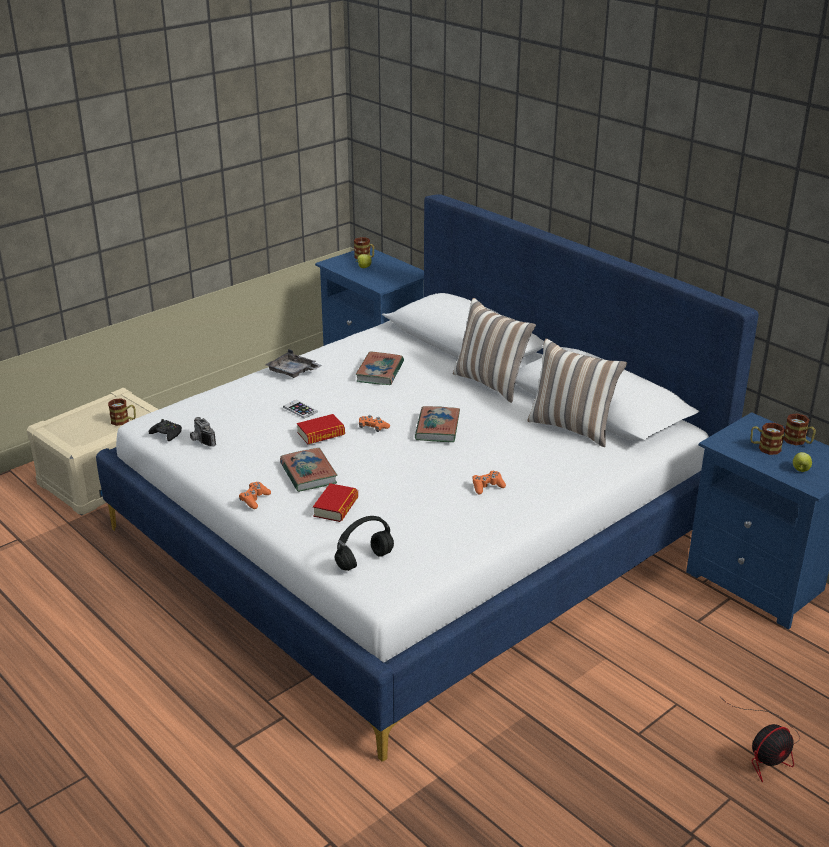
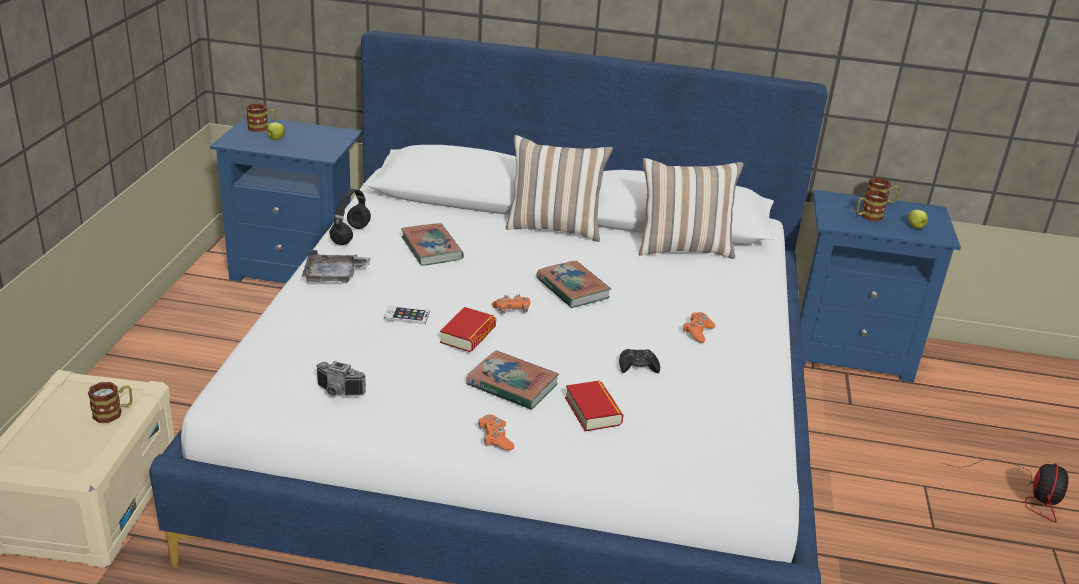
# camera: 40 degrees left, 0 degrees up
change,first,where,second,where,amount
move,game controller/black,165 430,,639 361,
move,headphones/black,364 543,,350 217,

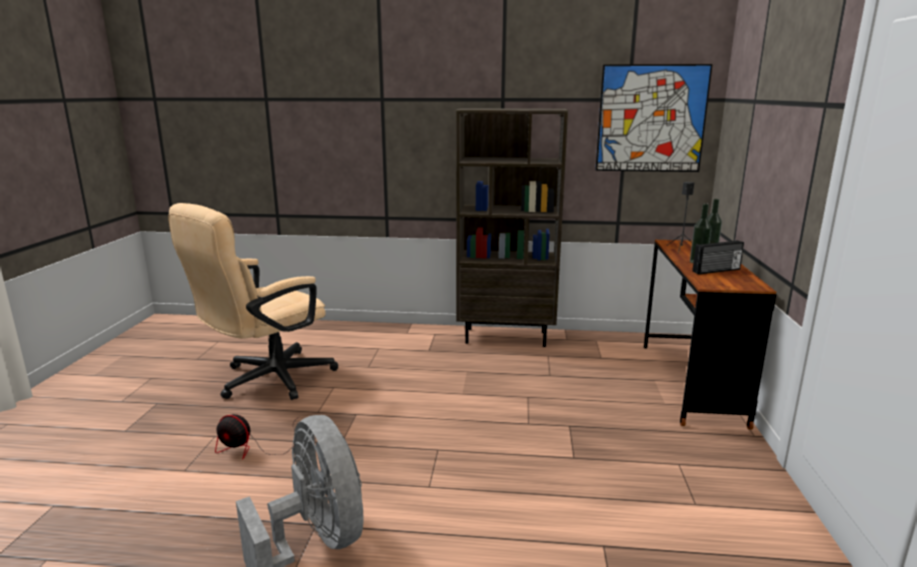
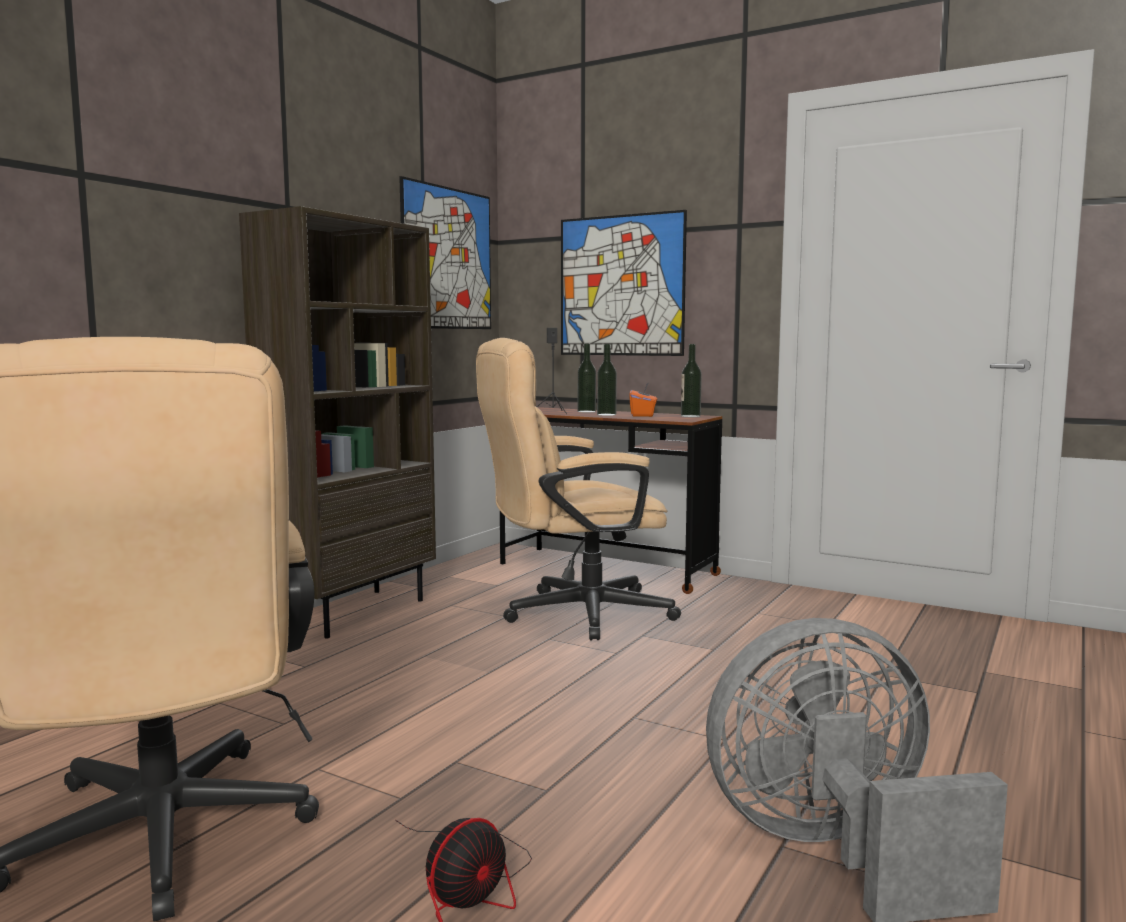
# camera: 65 degrees left, 10 degrees down
change,first,where,second,where,amount
insert,,,office chair/beige,578 489,
insert,,,picture,624 283,
insert,,,bottle,691 380,
replace,radio,718 257,tissue box/orange,643 400,

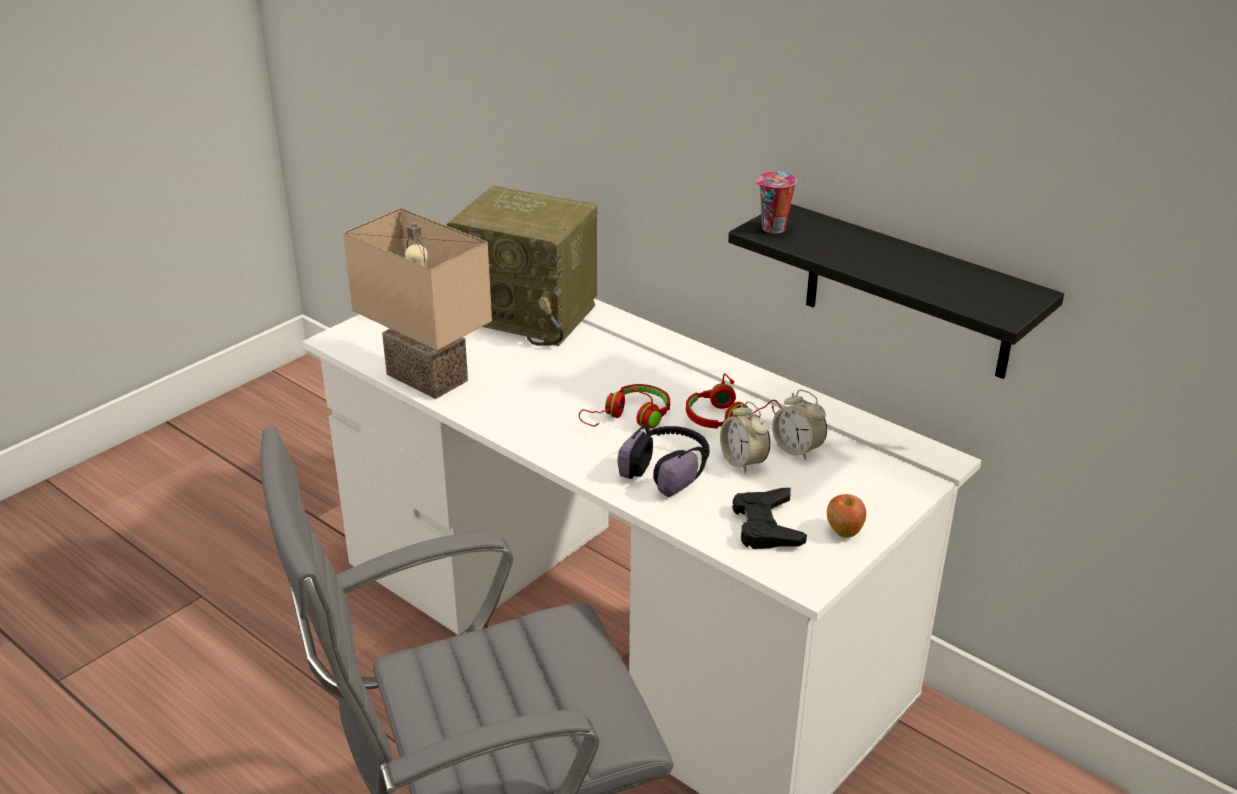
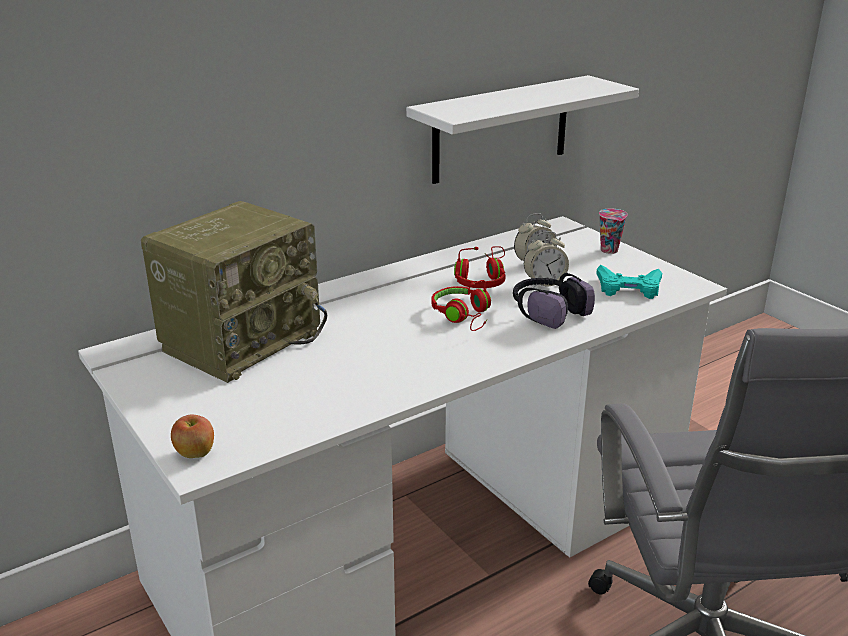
# camera: 75 degrees left, 5 degrees down
change,first,where,second,where,amount
delete,table lamp/beige,417 303,,,
move,cup,776 202,,613 231,
move,apple,846 516,,192 436,
recolor,shelf/black,896 291,shelf/white,522 129,
recolor,game controller/black,769 518,game controller/turquoise,629 282,

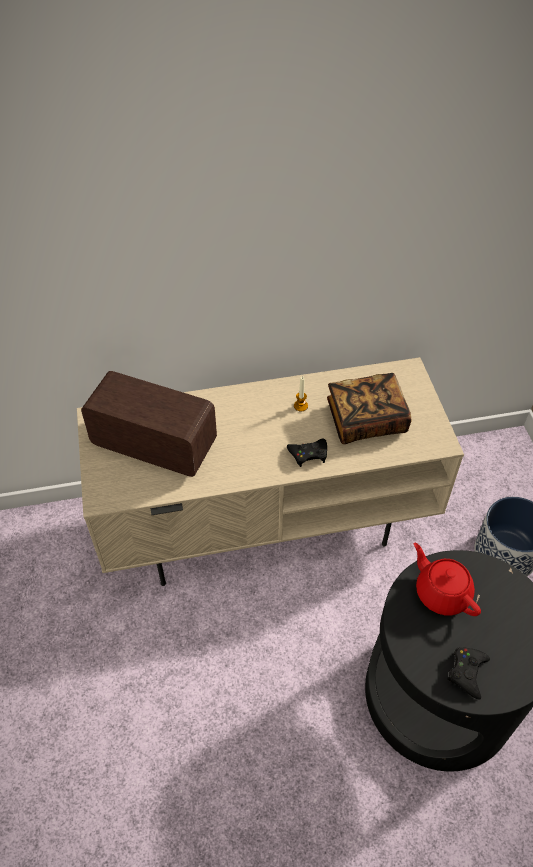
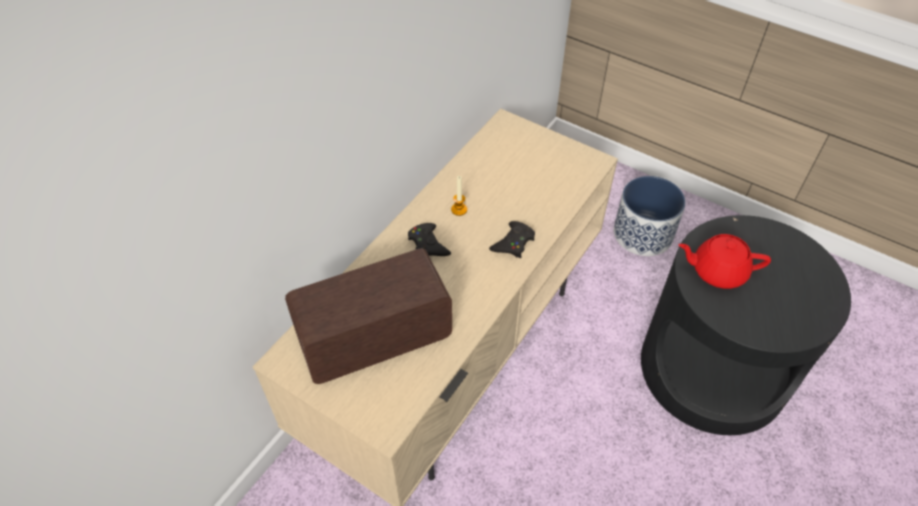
# camera: 45 degrees left, 0 degrees up
change,first,where,second,where,amount
delete,book,369 408,,,
move,game controller/black,468 673,,429 239,

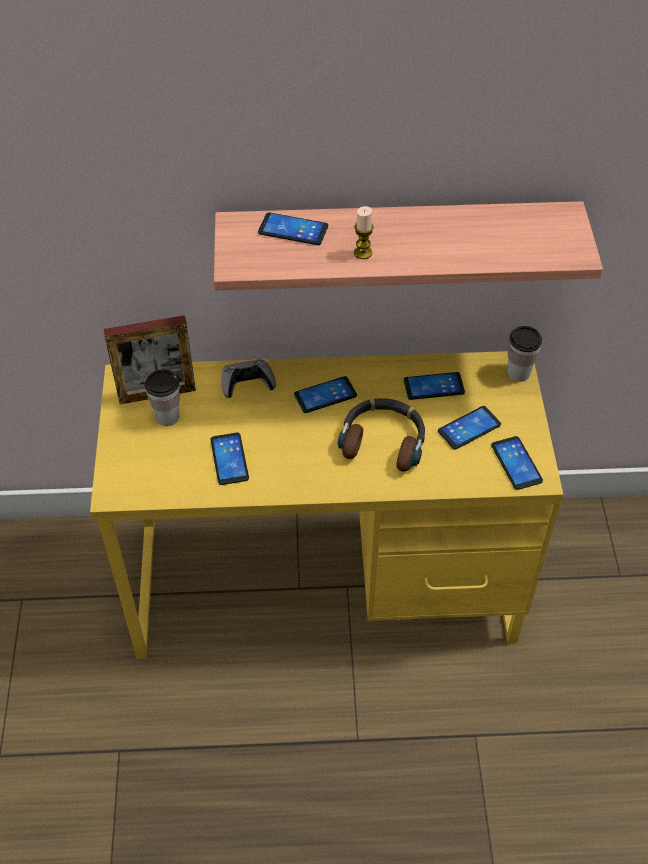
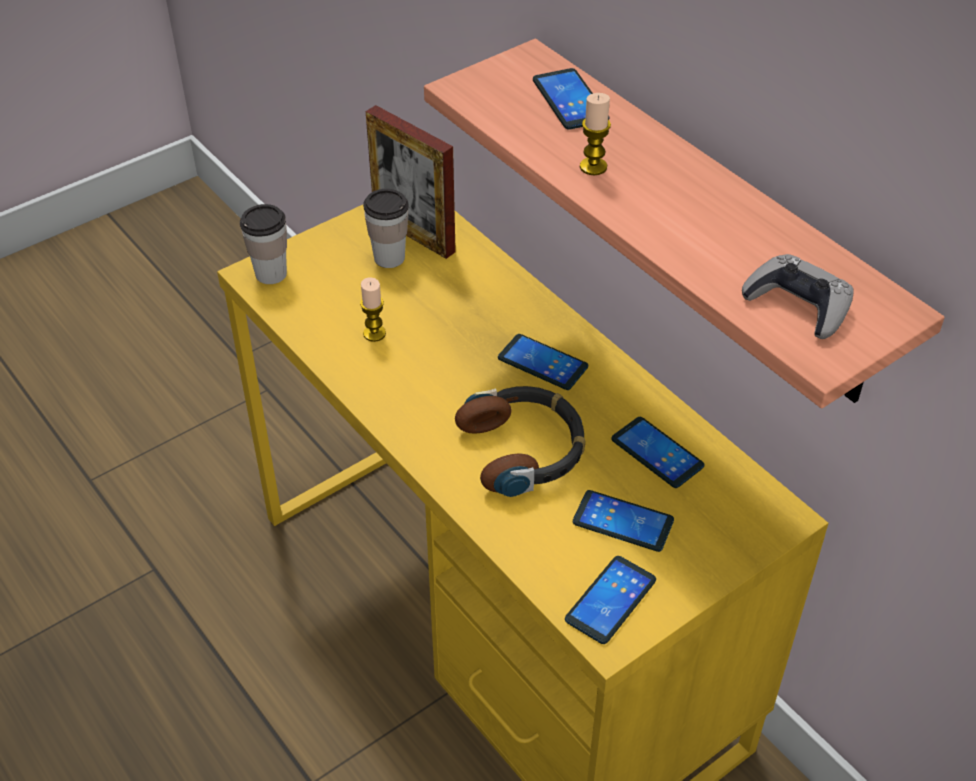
# camera: 55 degrees right, 5 degrees down
change,first,where,second,where,amount
move,game controller/grey,248 378,,797 296,
move,cup,524 354,,263 244,
replace,phone,229 459,candle,373 309,

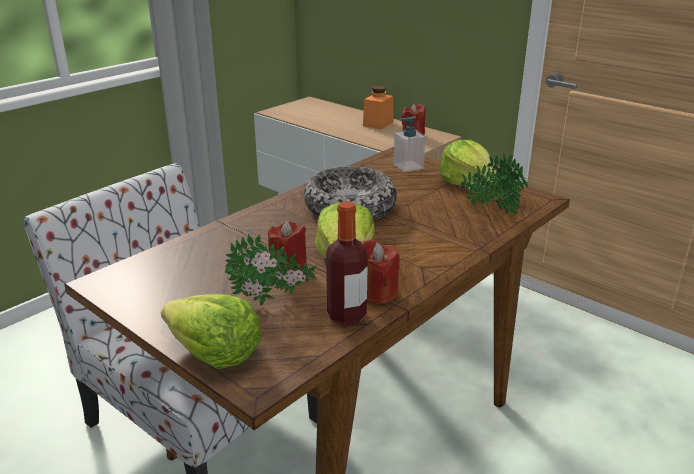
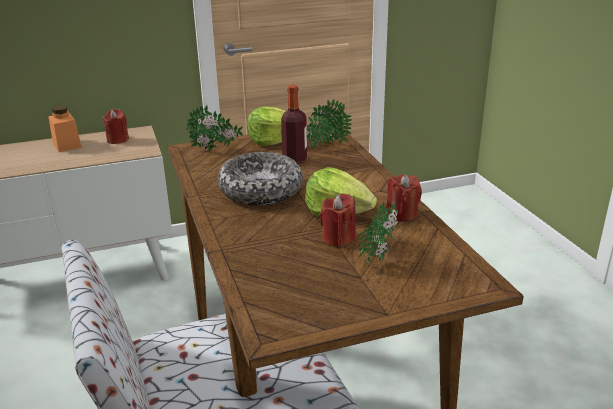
# camera: 60 degrees left, 0 degrees up
change,first,where,second,where,amount
delete,lettuce,211 331,,,
move,bottle,347 263,,294 124,
replace,soap dispenser,409 144,potted plant,215 128,

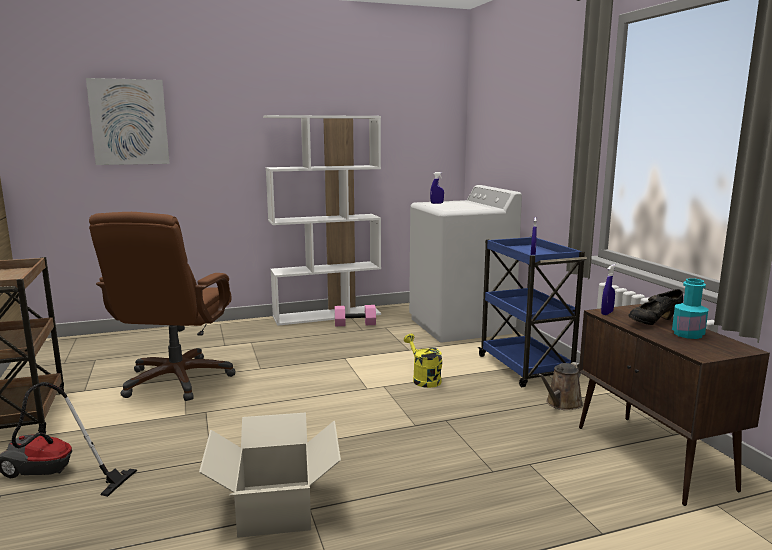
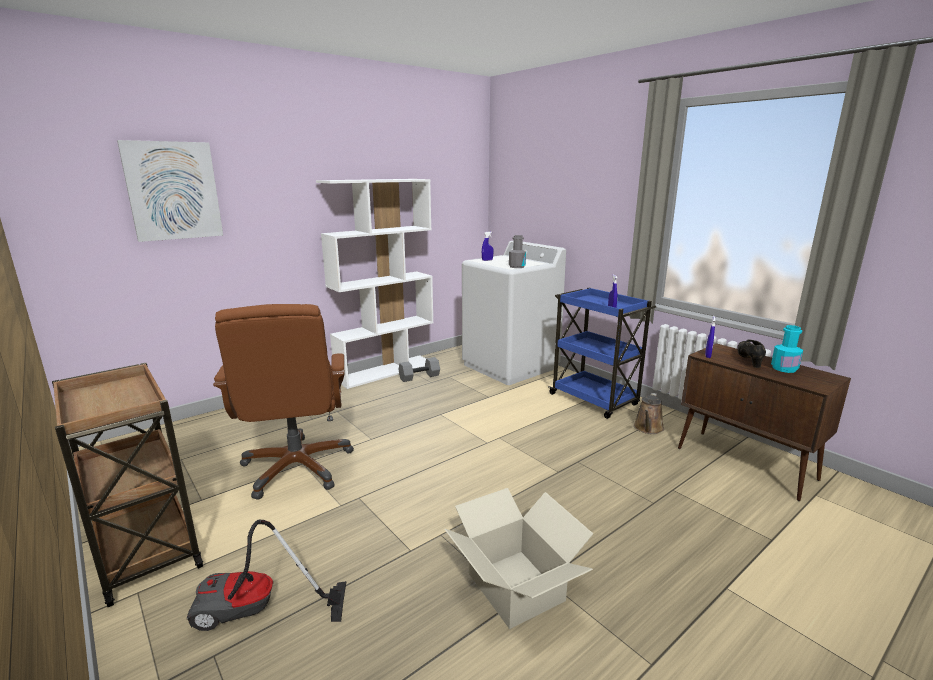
# camera: 20 degrees left, 5 degrees up
change,first,where,second,where,amount
delete,watering can/yellow,423 361,,,
insert,,,bottle/grey,517 251,
recolor,dumbbell/pink,355 315,dumbbell/grey,419 369,
rotate,shoe/black,655 307,,752 353,150 degrees clockwise

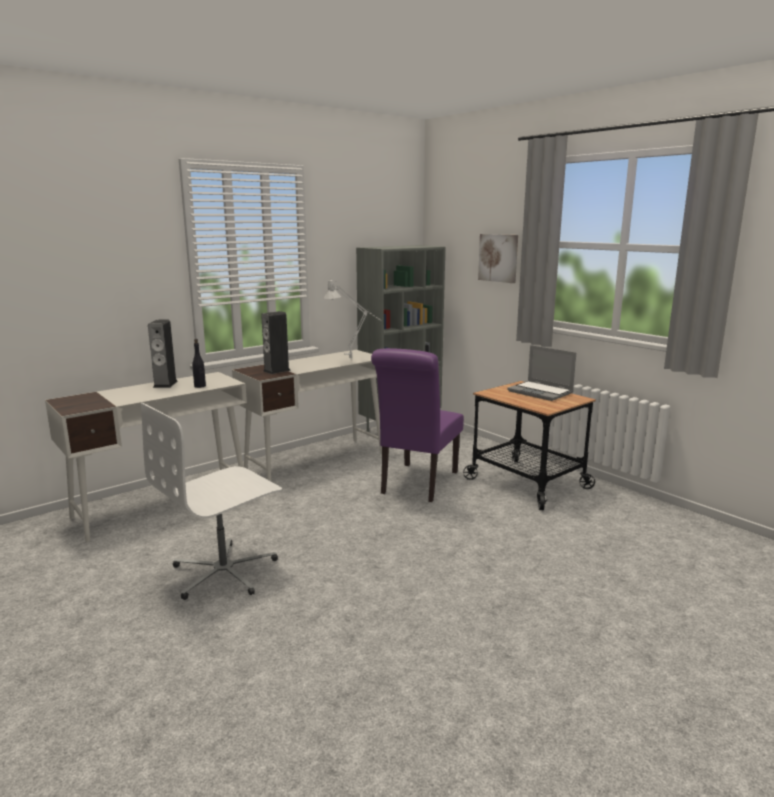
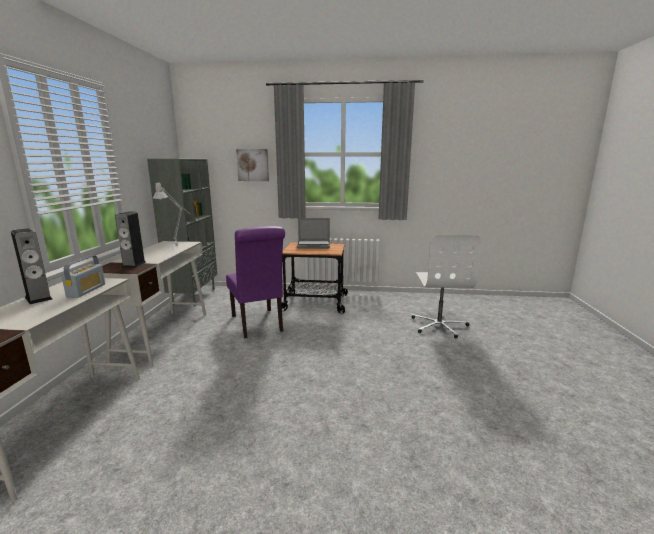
# camera: 45 degrees left, 0 degrees up
change,first,where,second,where,amount
move,office chair/white,211 501,,446 286,
replace,bottle/black,199 363,radio,83 276,

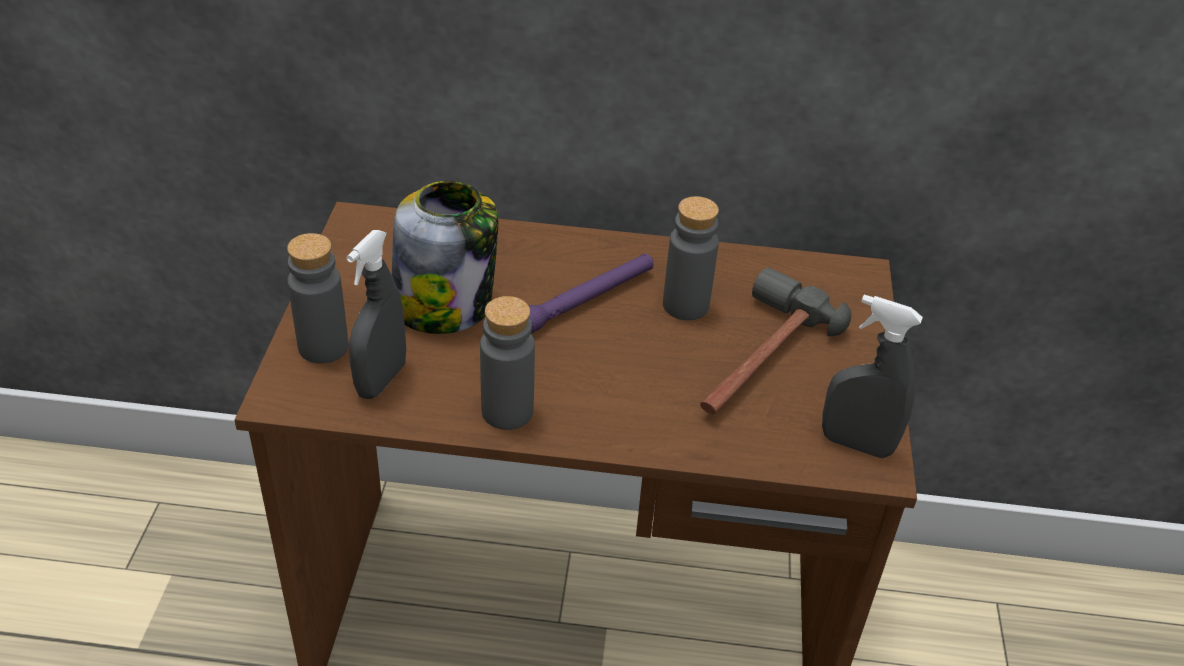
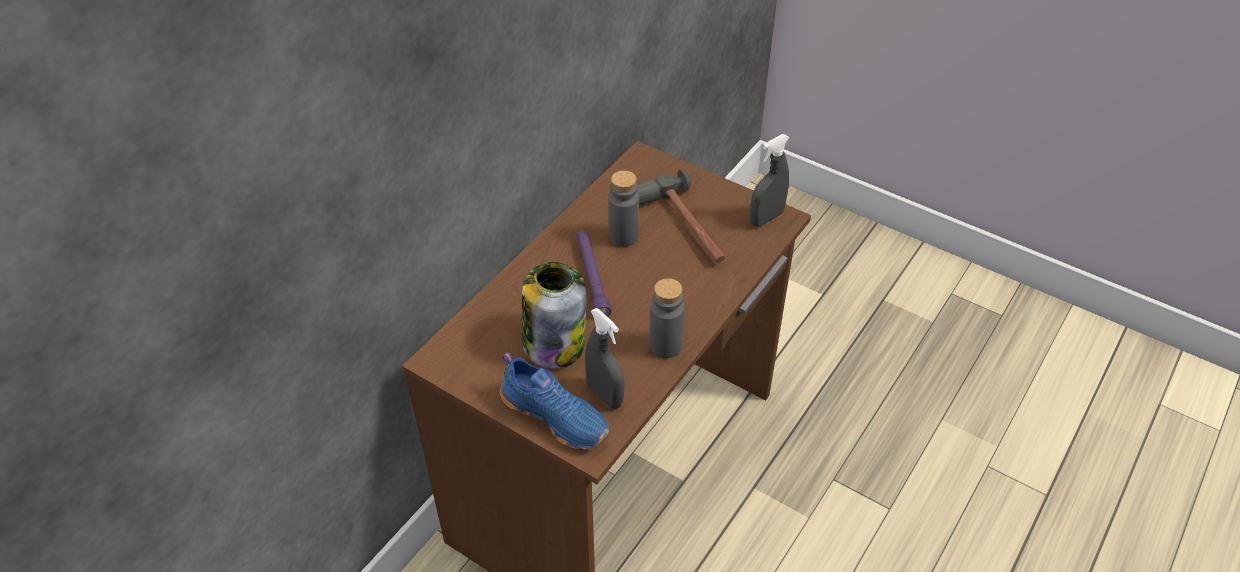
# camera: 60 degrees left, 5 degrees up
change,first,where,second,where,amount
replace,bottle/grey,317 298,shoe/blue,554 401,

